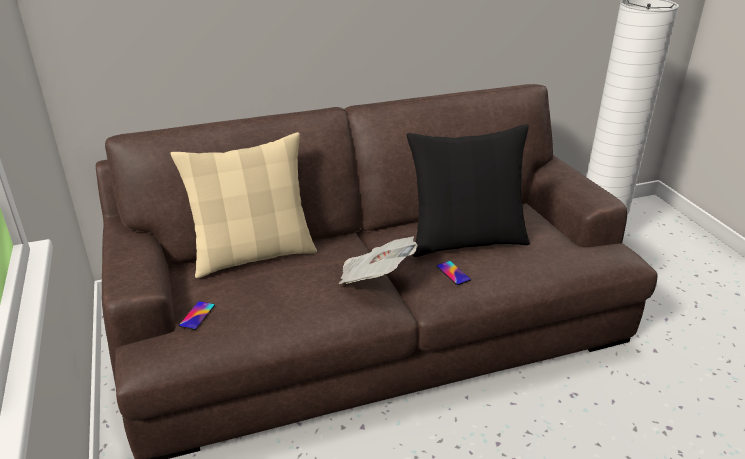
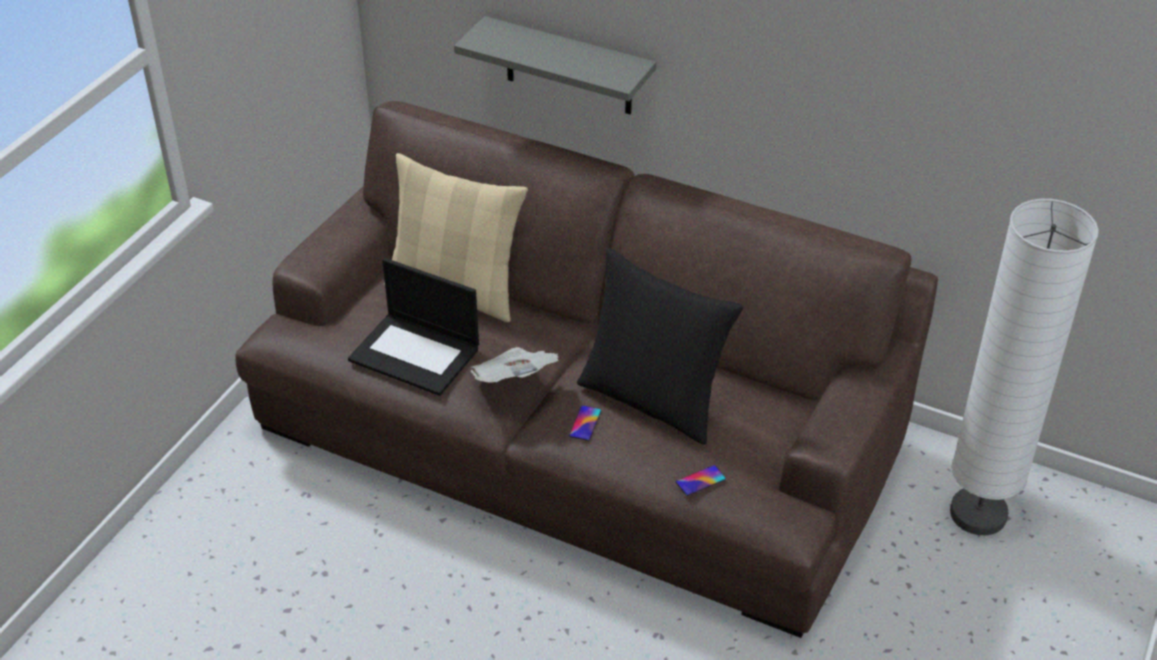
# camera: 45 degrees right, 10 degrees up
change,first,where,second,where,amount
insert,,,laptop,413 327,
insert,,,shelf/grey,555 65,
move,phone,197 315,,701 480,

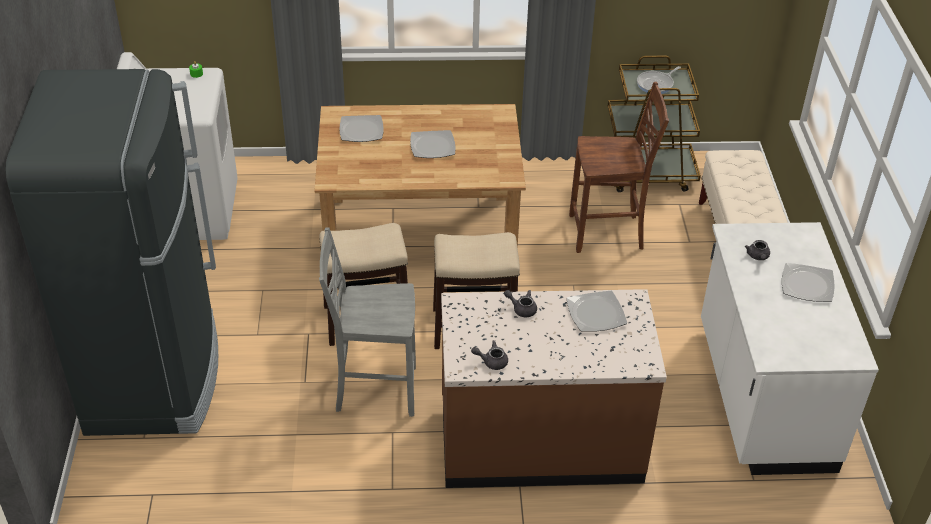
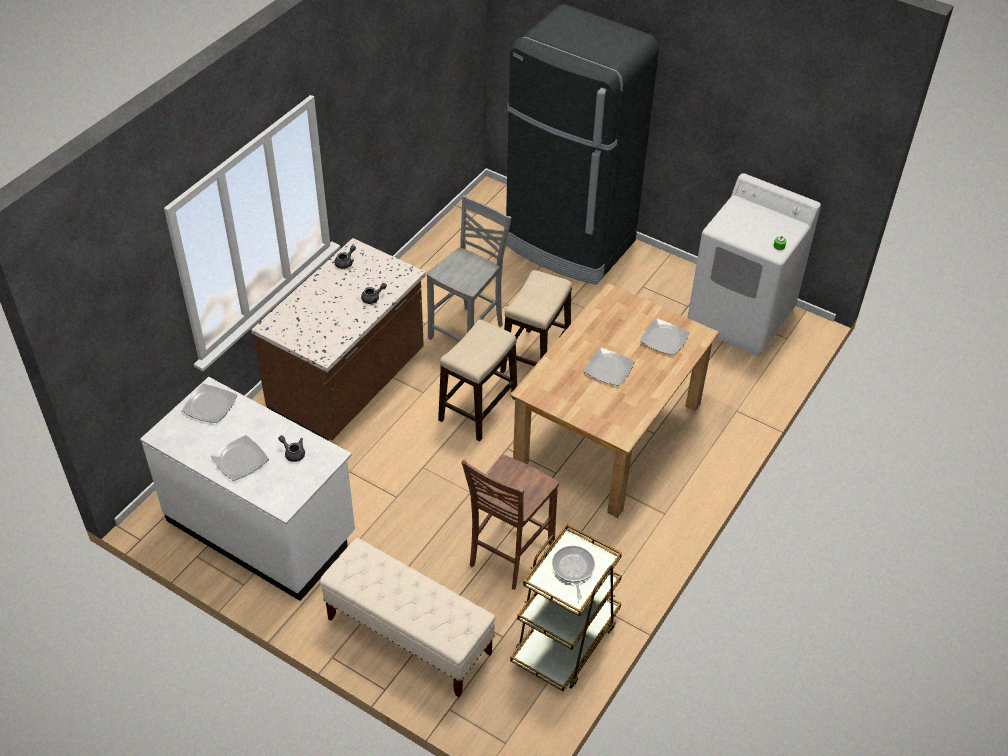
# camera: 125 degrees right, 5 degrees up
change,first,where,second,where,amount
move,plate,596 311,,209 403,

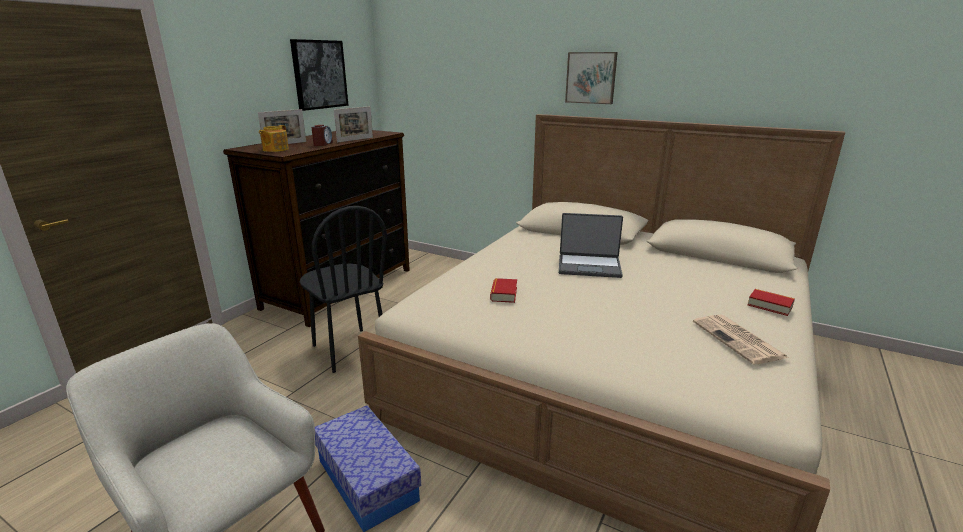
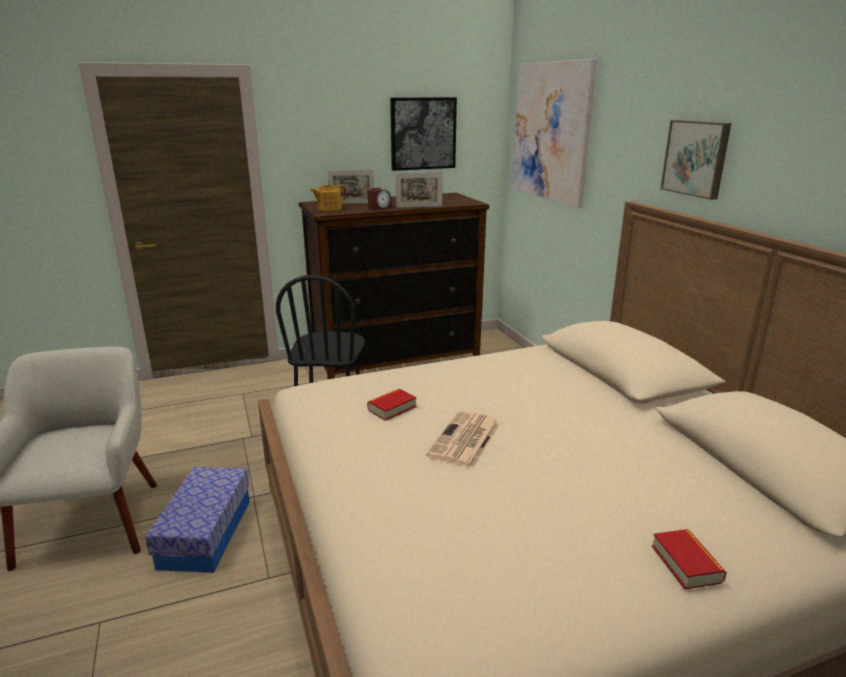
# camera: 40 degrees right, 0 degrees up
change,first,where,second,where,amount
delete,laptop,591 245,,,
insert,,,picture,554 133,
move,newspaper,741 339,,463 440,

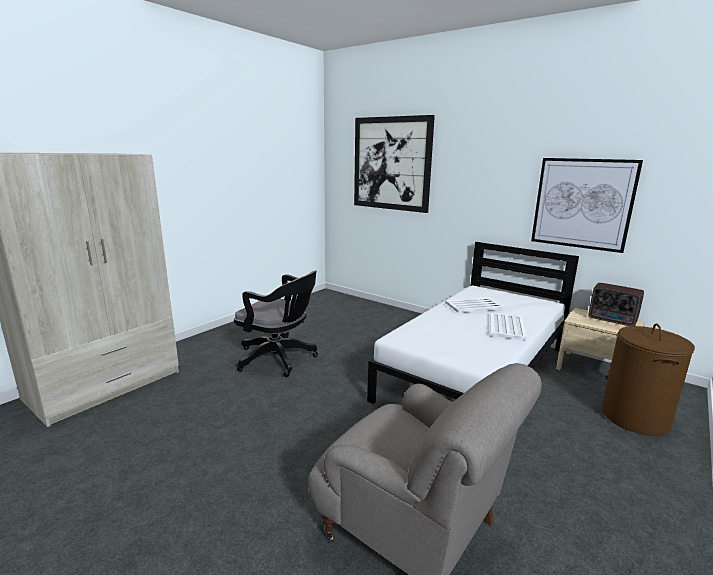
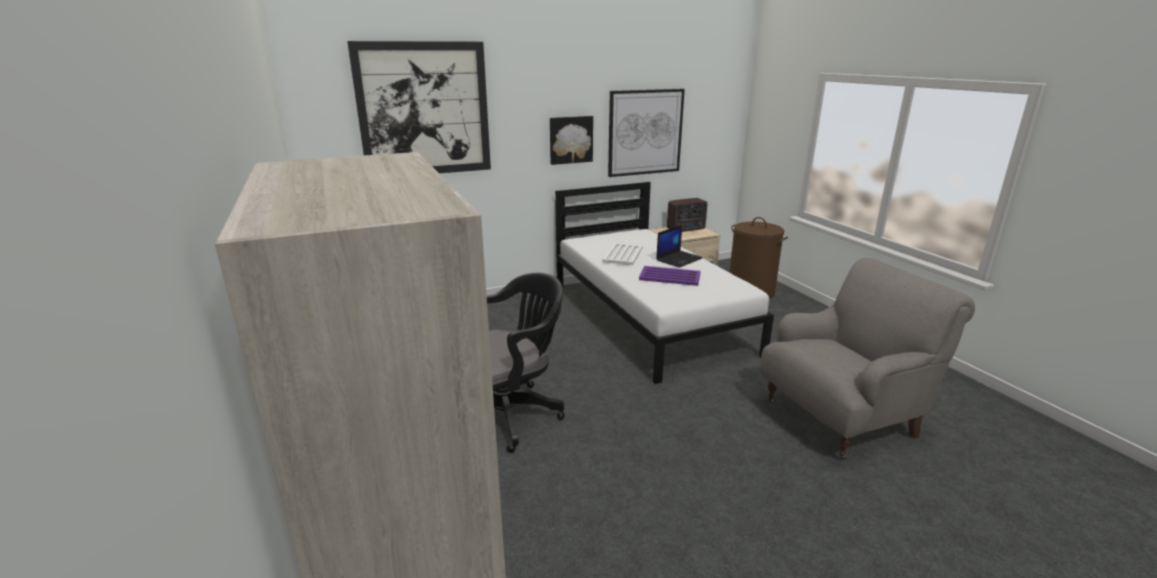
# camera: 60 degrees left, 5 degrees up
change,first,where,second,where,amount
insert,,,picture,571 140,
insert,,,tray/purple,670 276,
replace,tray/white,508 326,laptop,679 246,

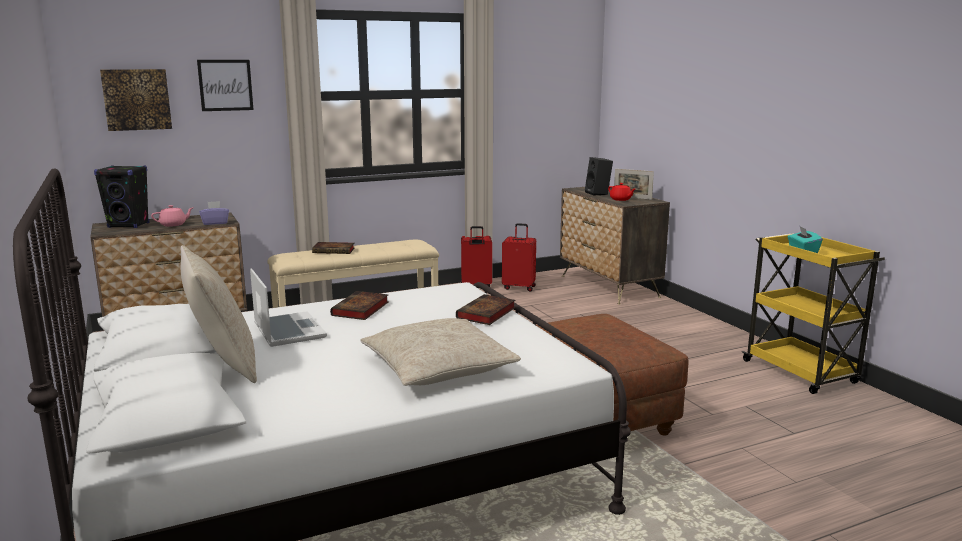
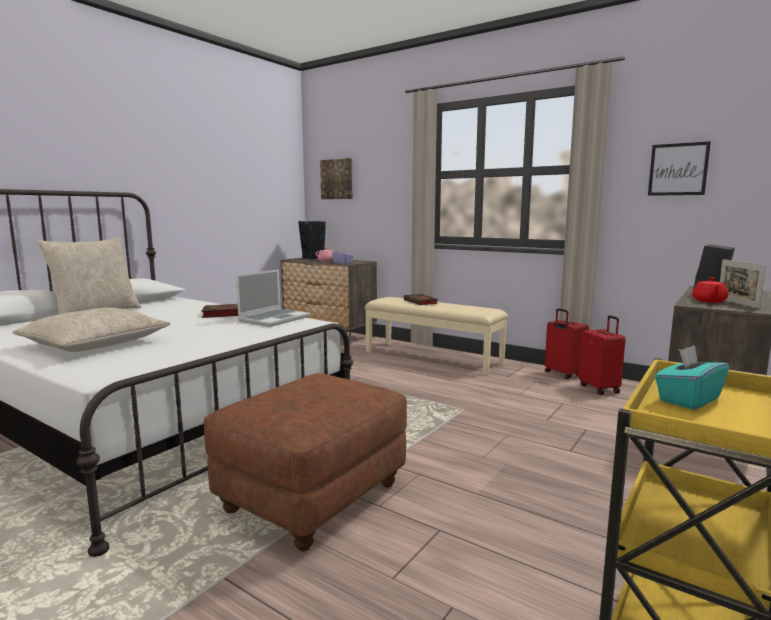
# camera: 60 degrees right, 5 degrees down
change,first,where,second,where,amount
delete,book,486 309,,,
move,picture,225 85,,679 168,
move,laptop,288 307,,273 298,

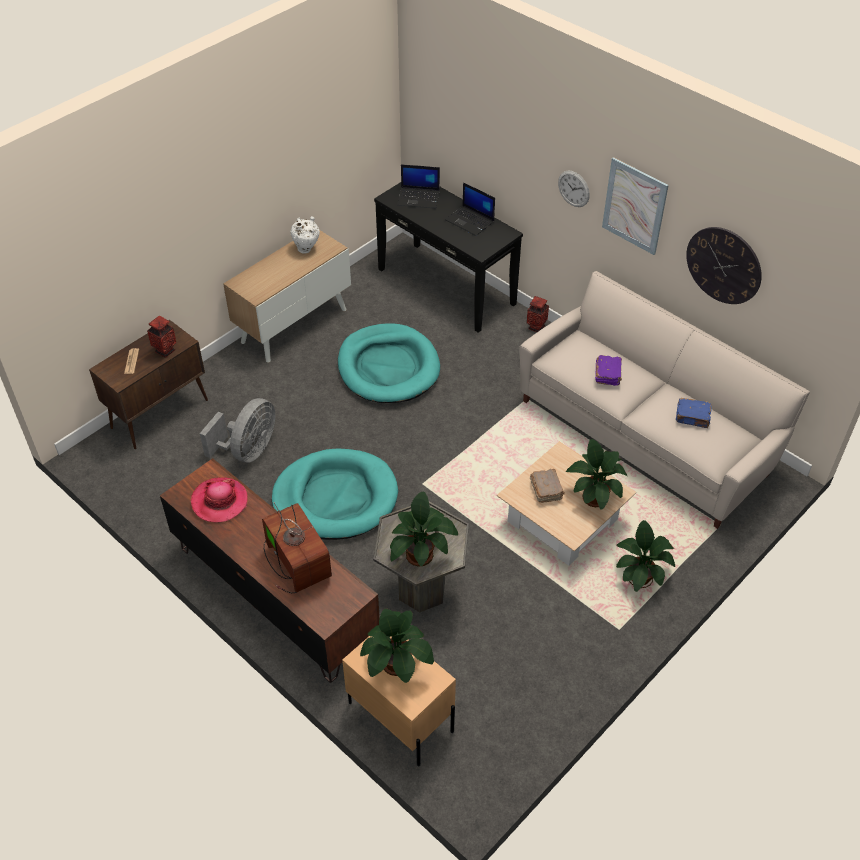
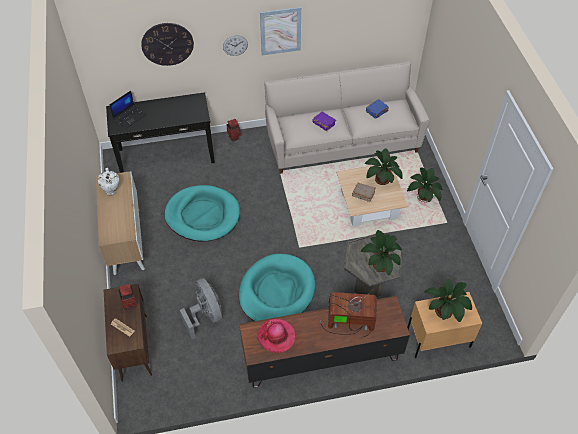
# camera: 55 degrees left, 5 degrees up
change,first,where,second,where,amount
delete,laptop,470 209,,,
move,wall clock,724 265,,167 44,

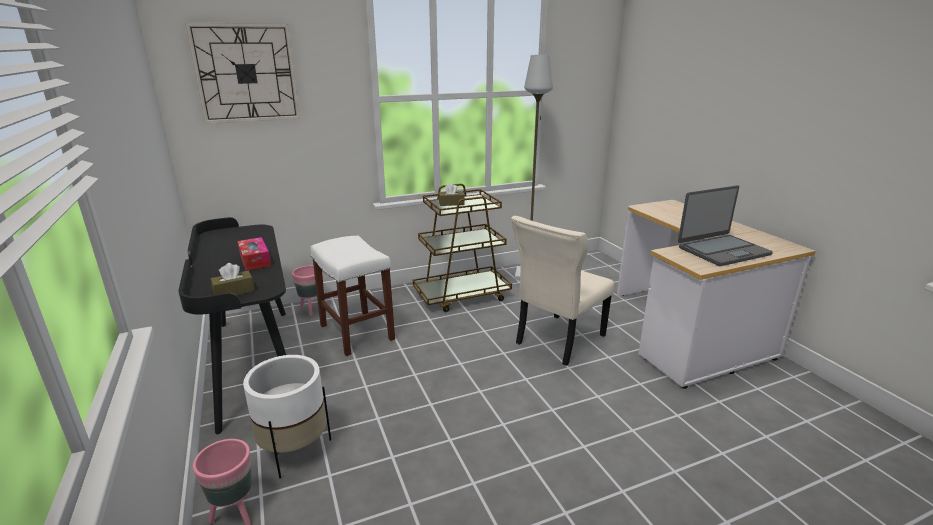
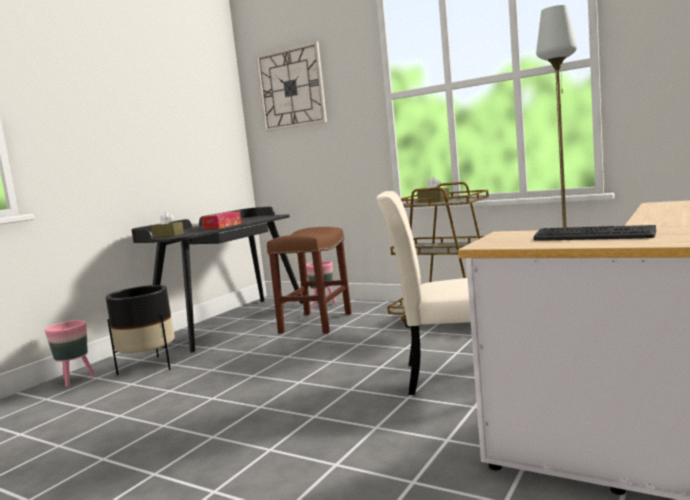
# camera: 55 degrees right, 15 degrees down
change,first,where,second,where,amount
replace,laptop,725 225,keyboard,595 233,
recolor,planter/white,287 417,planter/black,140 330,
recolor,stool/white,352 296,stool/brown,309 280,

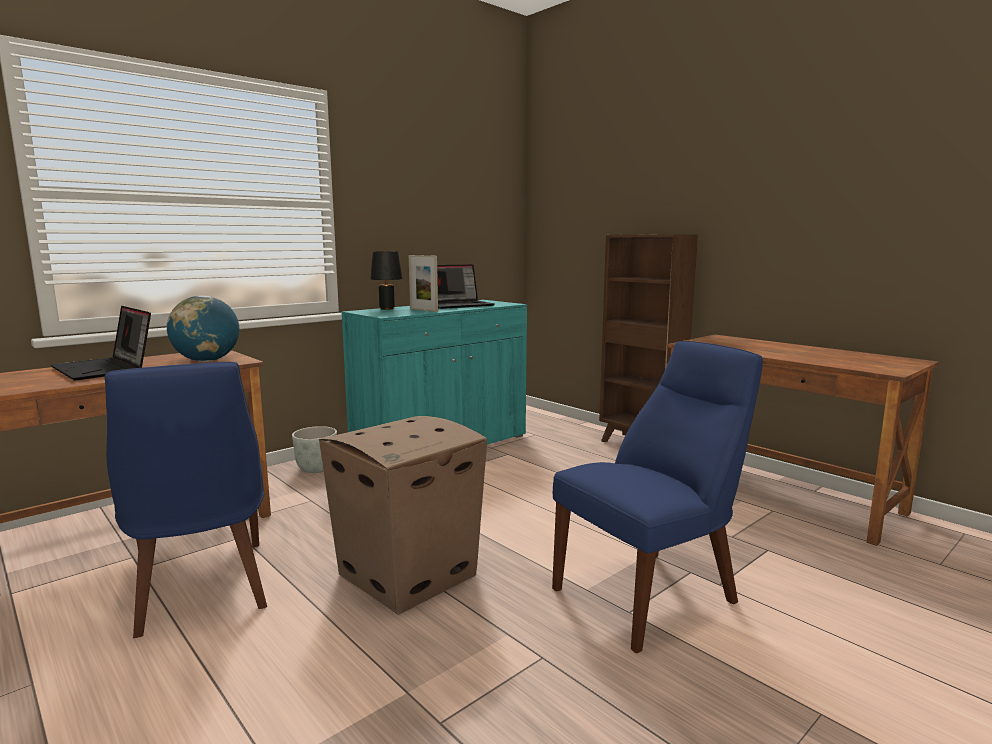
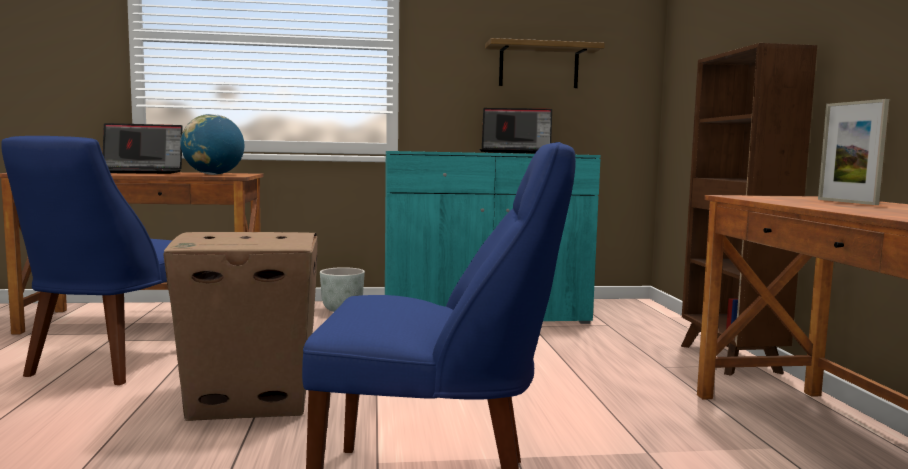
# camera: 35 degrees right, 5 degrees down
change,first,where,second,where,amount
delete,table lamp/black,386 280,,,
insert,,,shelf,545 63,
move,picture frame,423 283,,853 152,
rotate,laptop,101 343,,143 148,90 degrees counterclockwise

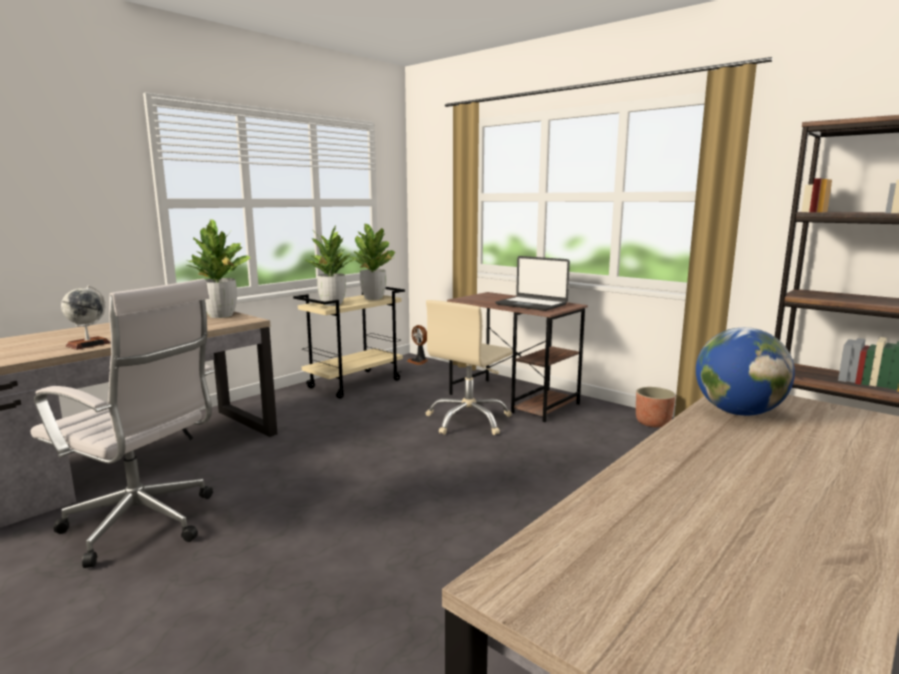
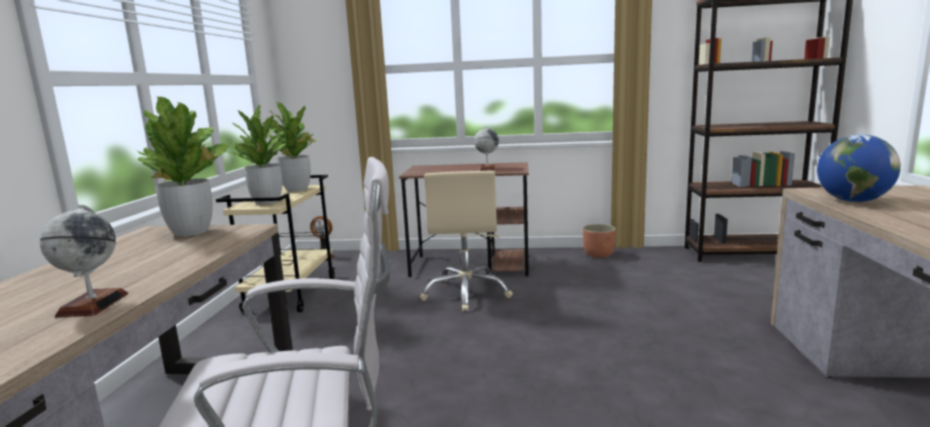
# camera: 35 degrees left, 0 degrees up
change,first,where,second,where,amount
replace,laptop,532 283,globe,486 149,

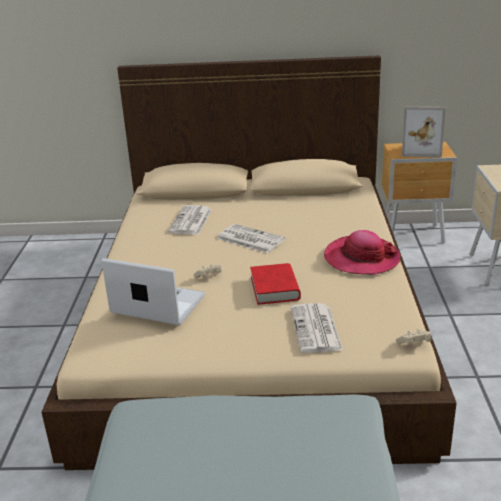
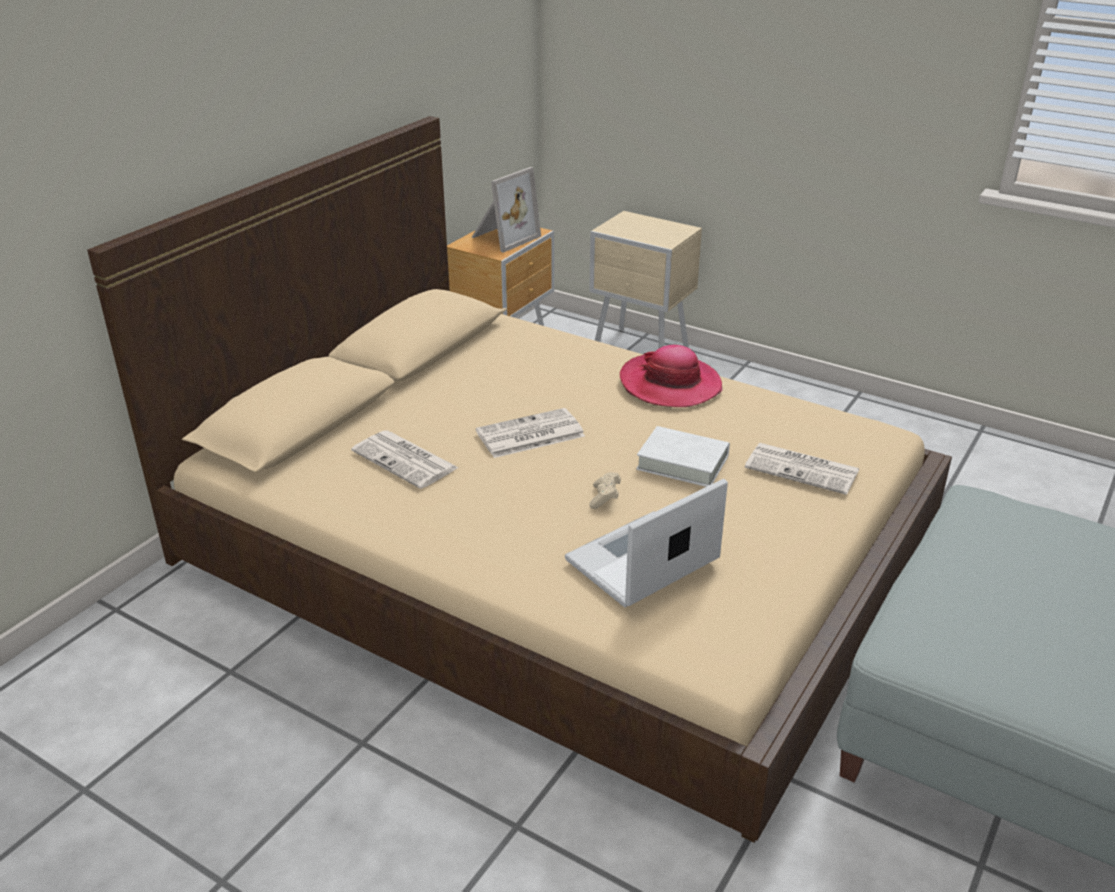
# camera: 60 degrees left, 5 degrees up
change,first,where,second,where,amount
delete,game controller/beige,413 337,,,
recolor,book/red,275 284,book/white,683 456,

